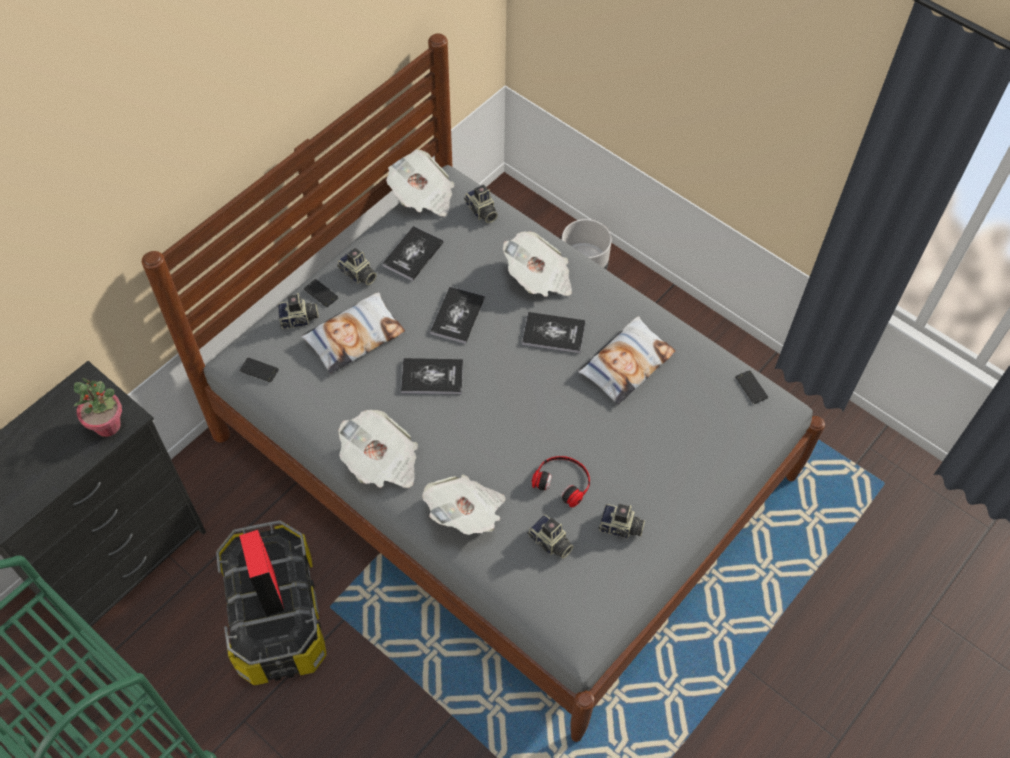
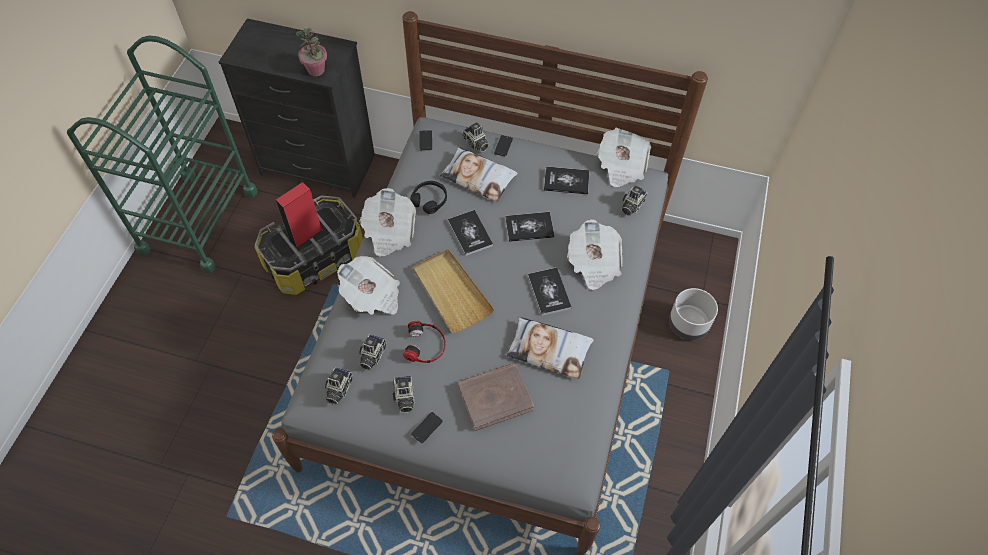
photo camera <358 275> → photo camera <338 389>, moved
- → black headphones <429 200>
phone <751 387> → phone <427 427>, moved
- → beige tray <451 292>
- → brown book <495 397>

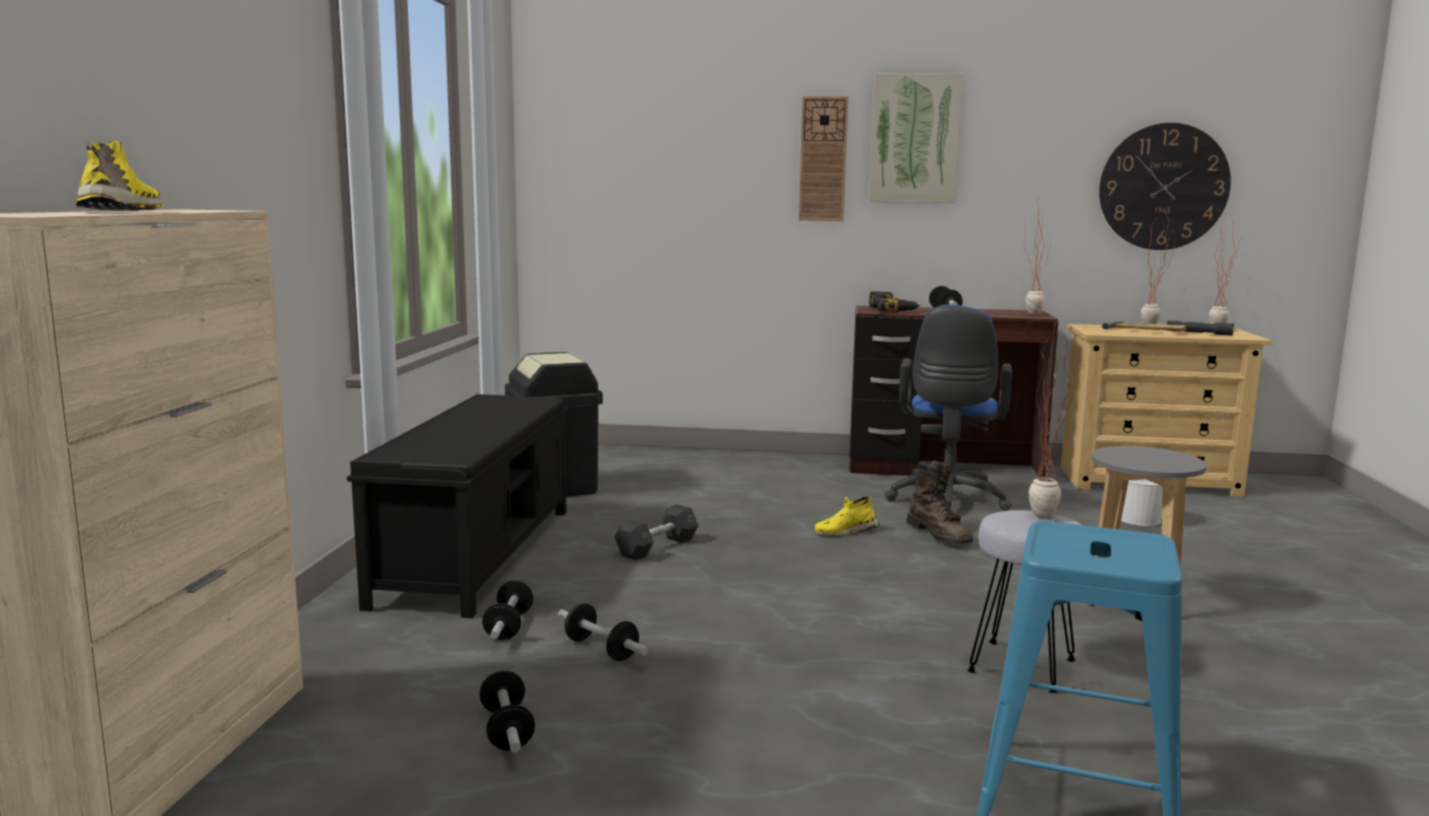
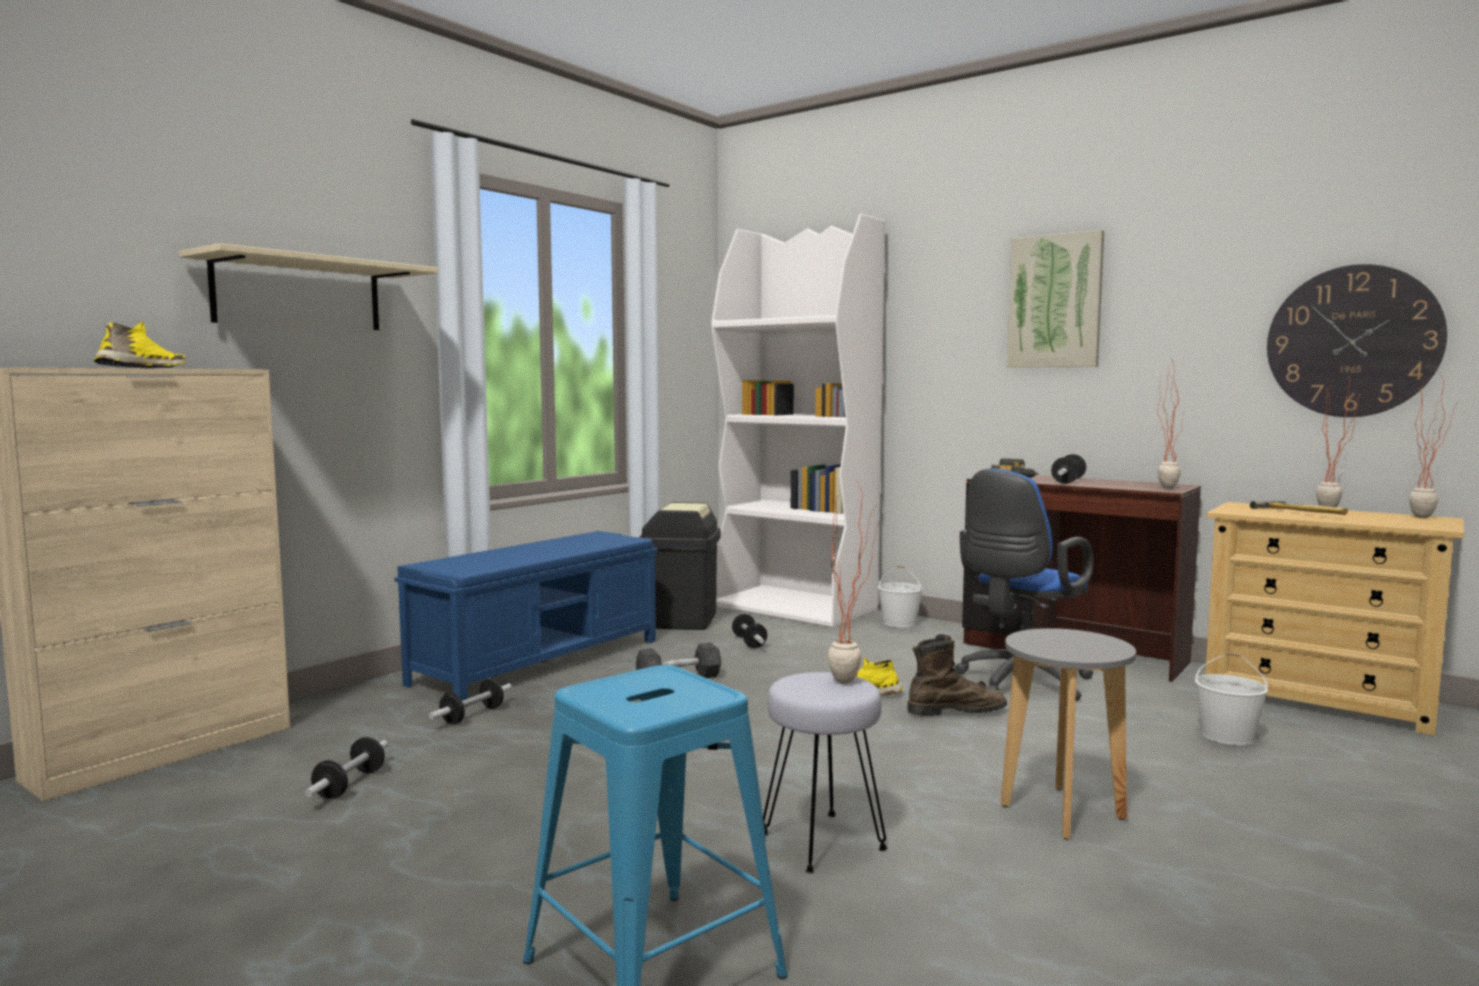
- → beige shelf <298 294>
black bench <477 554> → blue bench <540 661>
- → white bookcase <796 608>
dumbbell <601 649> → dumbbell <749 642>, moved
- → white bucket <900 623>
brown boot <939 535> → brown boot <956 711>, 105 degrees counterclockwise
wall clock <823 159> → -
grey flashlight <1199 333> → -

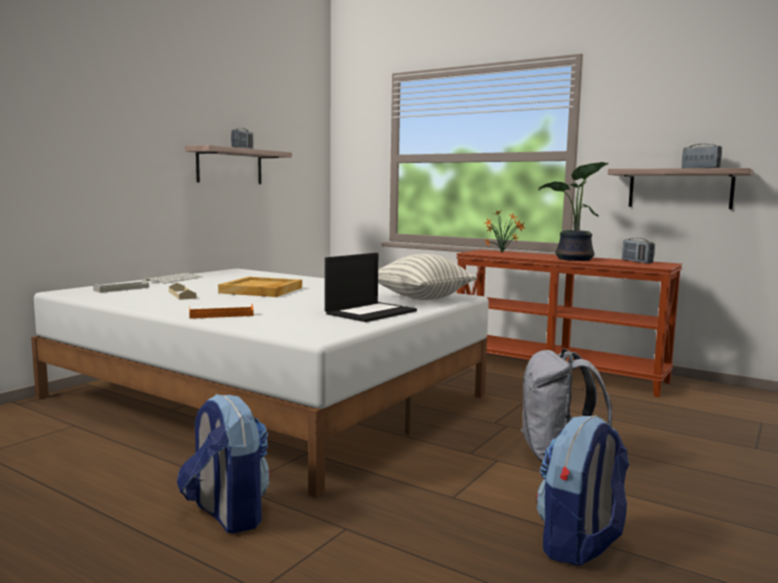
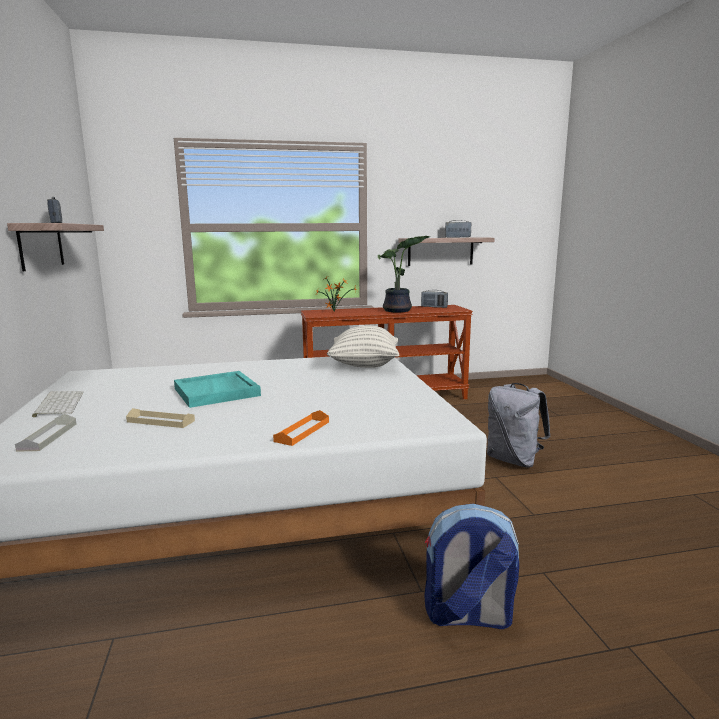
beige tray <261 290> → turquoise tray <217 392>
laptop <371 312> → -
backpack <579 545> → -

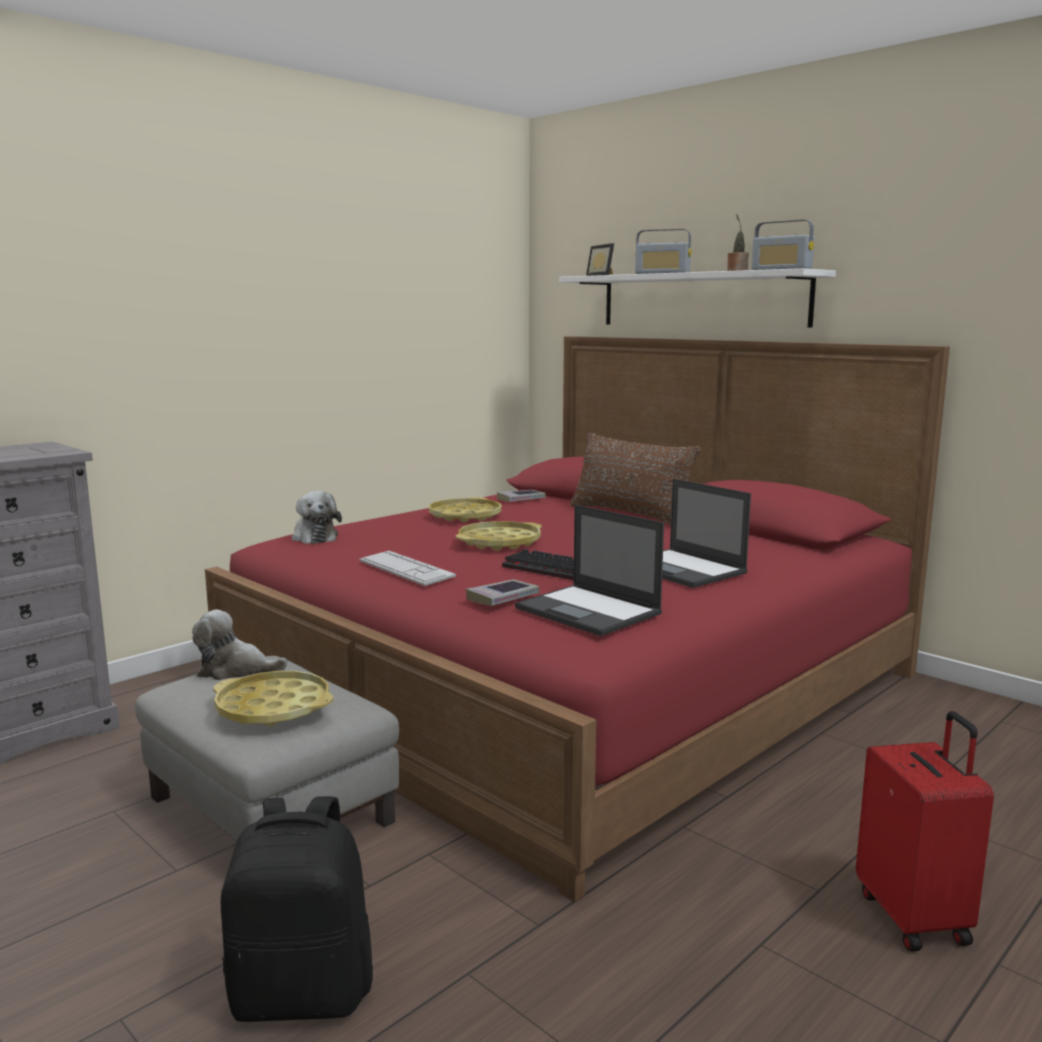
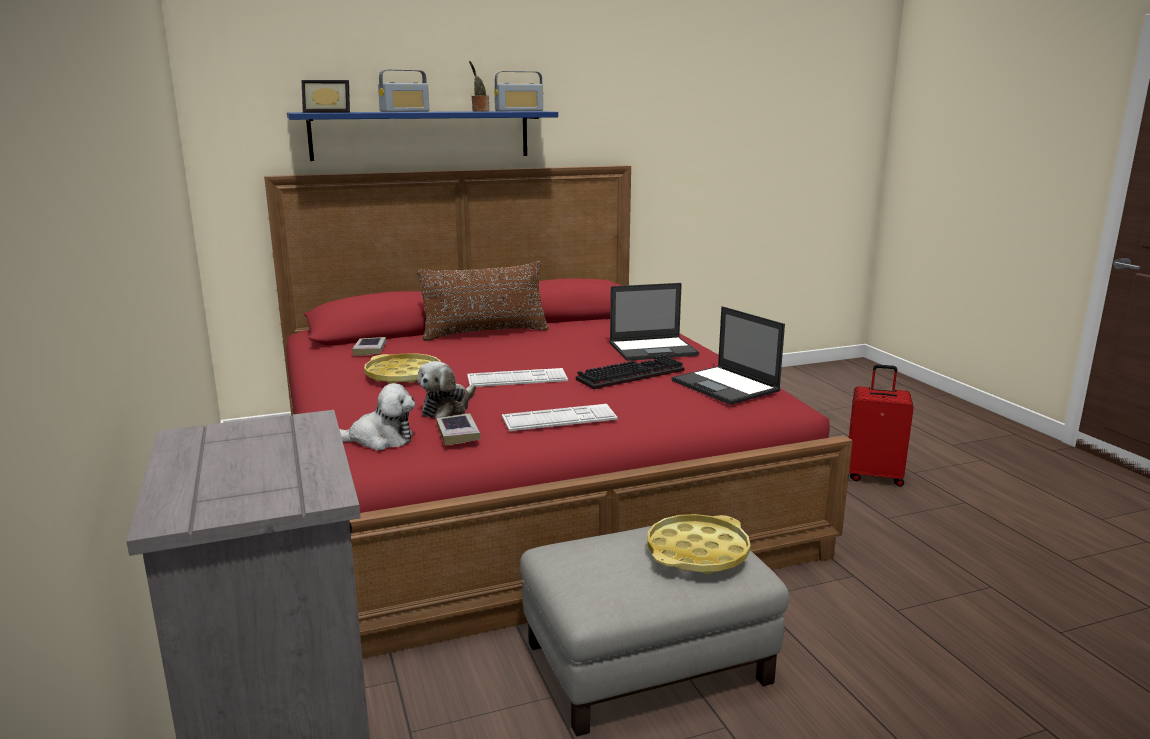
white shelf <701 300> → blue shelf <421 135>
plush toy <235 670> → plush toy <448 408>, moved
book <503 598> → book <458 433>, moved
yellow tray <499 542> → keyboard <517 379>
laptop <589 611> → laptop <726 386>, 75 degrees clockwise
black backpack <303 992> → -

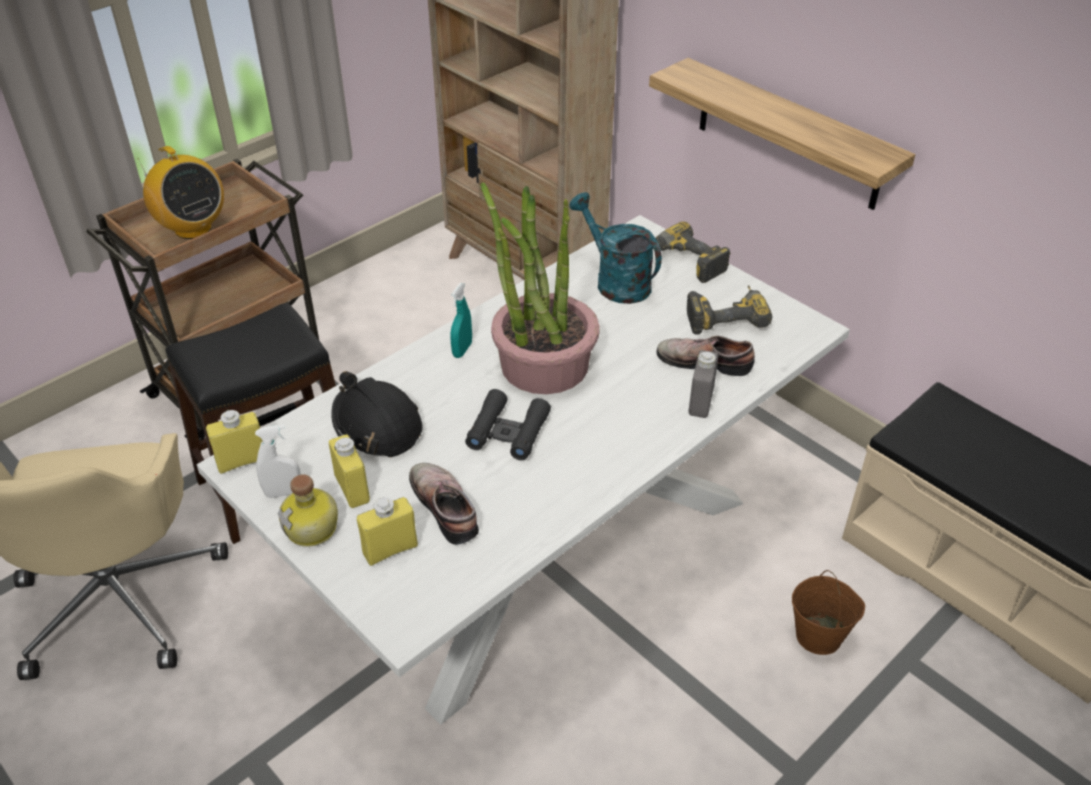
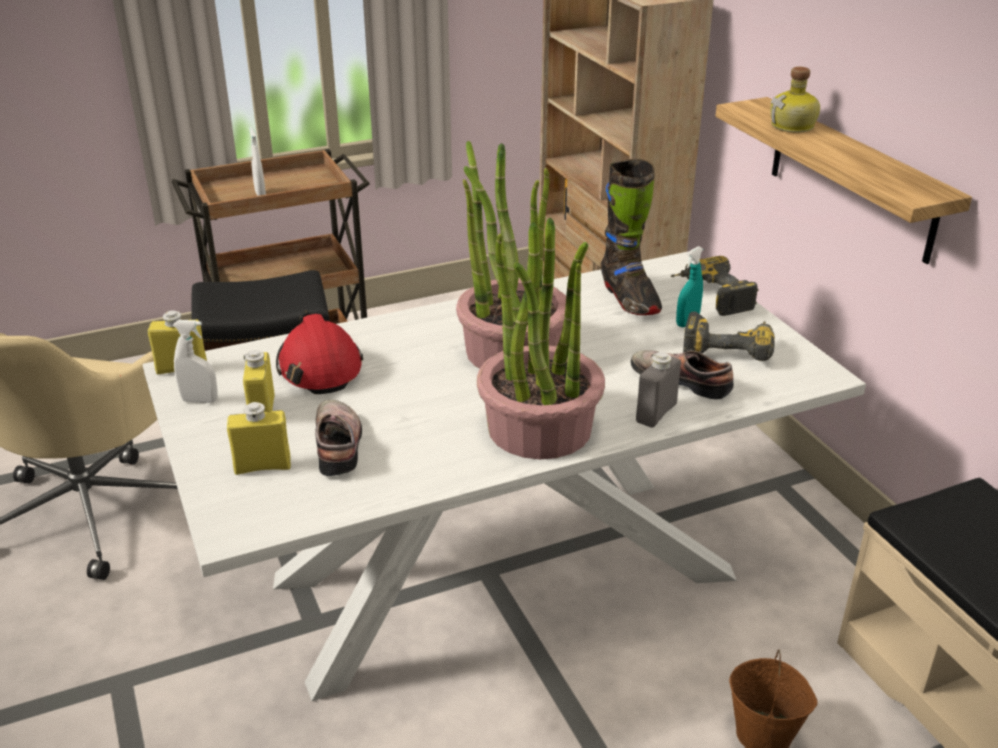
radio <192 228> → white spray bottle <260 194>
black hard hat <377 426> → red hard hat <319 367>
- → potted plant <539 428>
turquoise watering can <616 281> → black boot <629 298>
turquoise spray bottle <462 350> → turquoise spray bottle <687 322>, moved
bottle <313 529> → bottle <793 127>, moved
black binoculars <508 432> → -

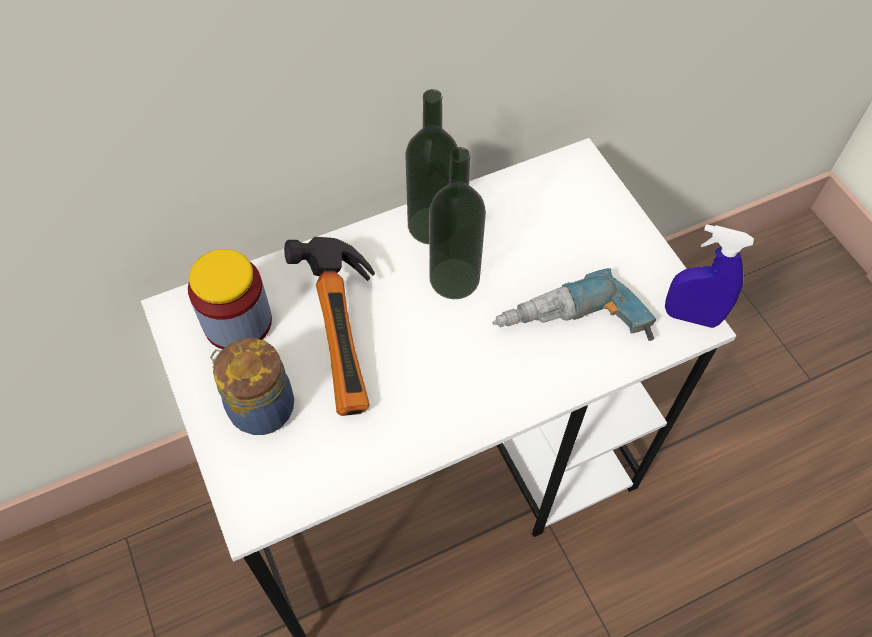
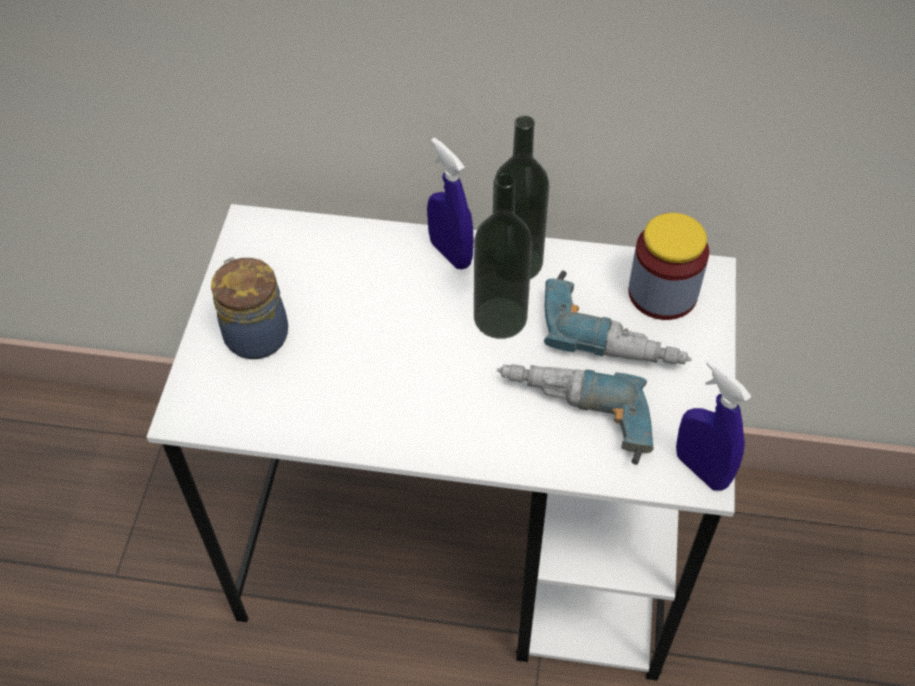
- → blue spray bottle <450 253>
- → power drill <614 330>
jar <237 322> → jar <662 293>, moved
hammer <349 337> → -

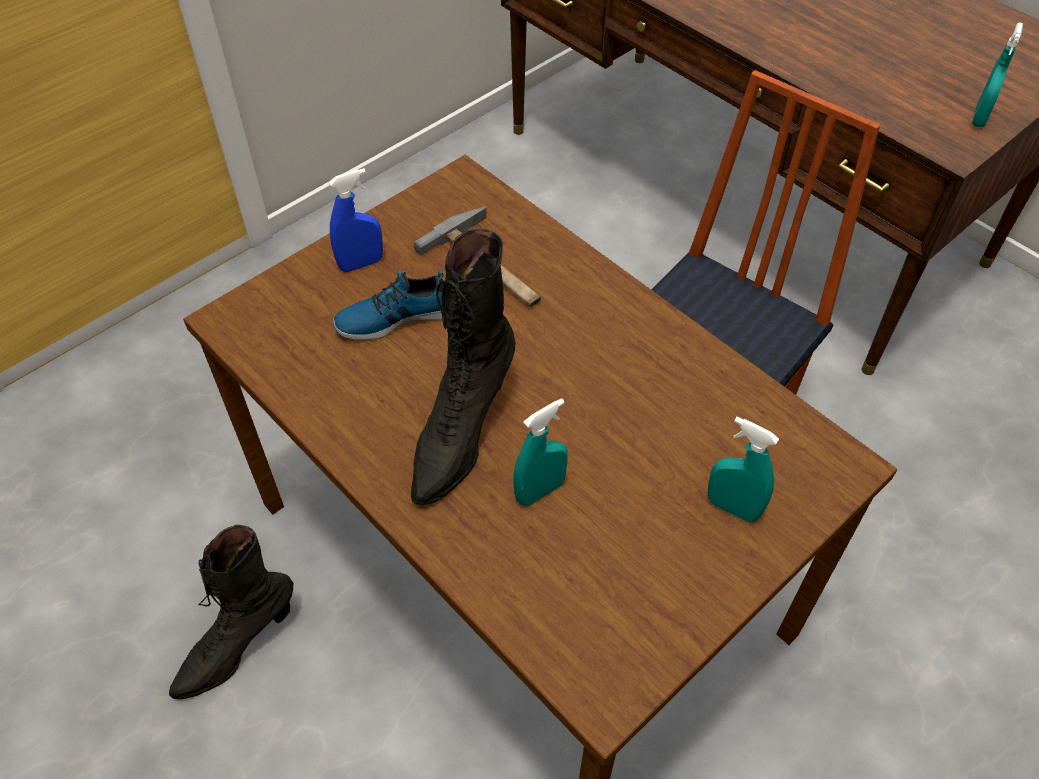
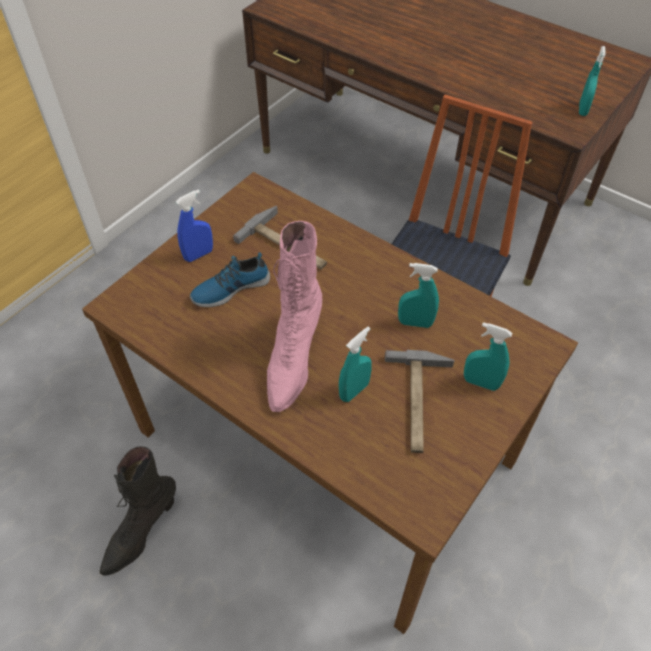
black boot <461 432> → pink boot <293 359>
- → hammer <418 403>
- → turquoise spray bottle <415 323>

